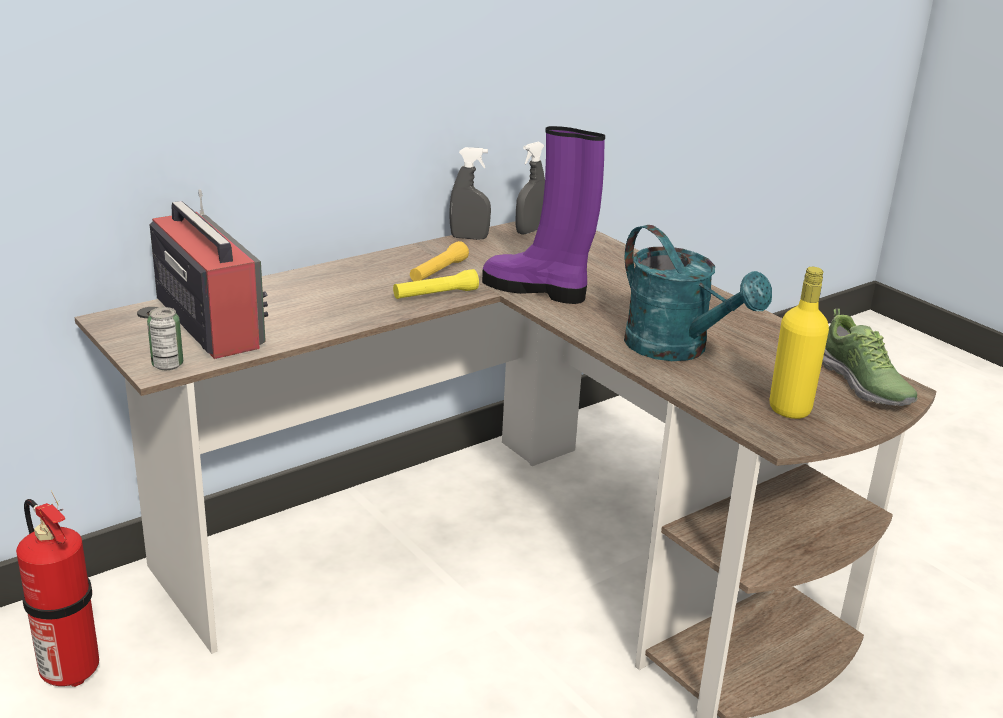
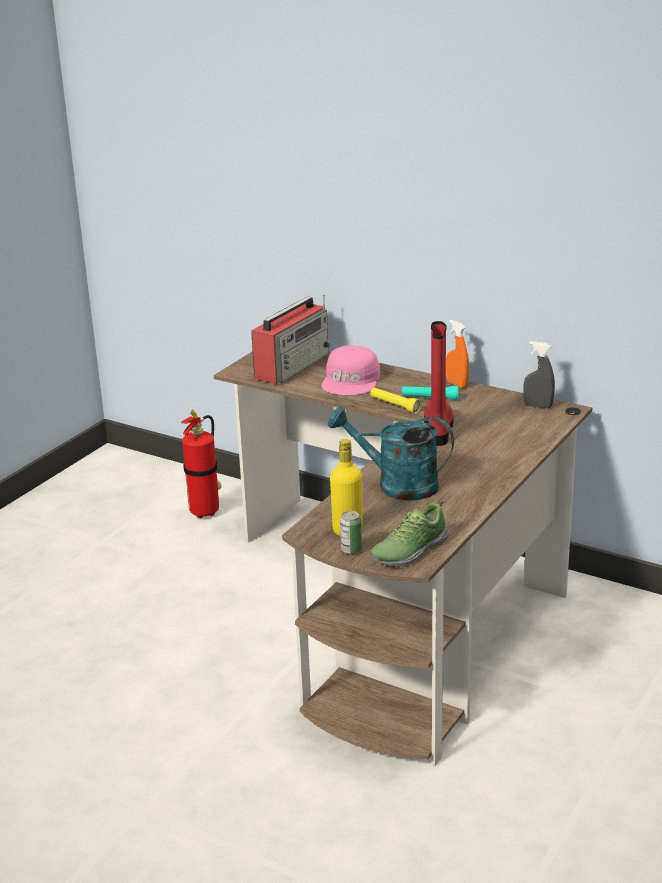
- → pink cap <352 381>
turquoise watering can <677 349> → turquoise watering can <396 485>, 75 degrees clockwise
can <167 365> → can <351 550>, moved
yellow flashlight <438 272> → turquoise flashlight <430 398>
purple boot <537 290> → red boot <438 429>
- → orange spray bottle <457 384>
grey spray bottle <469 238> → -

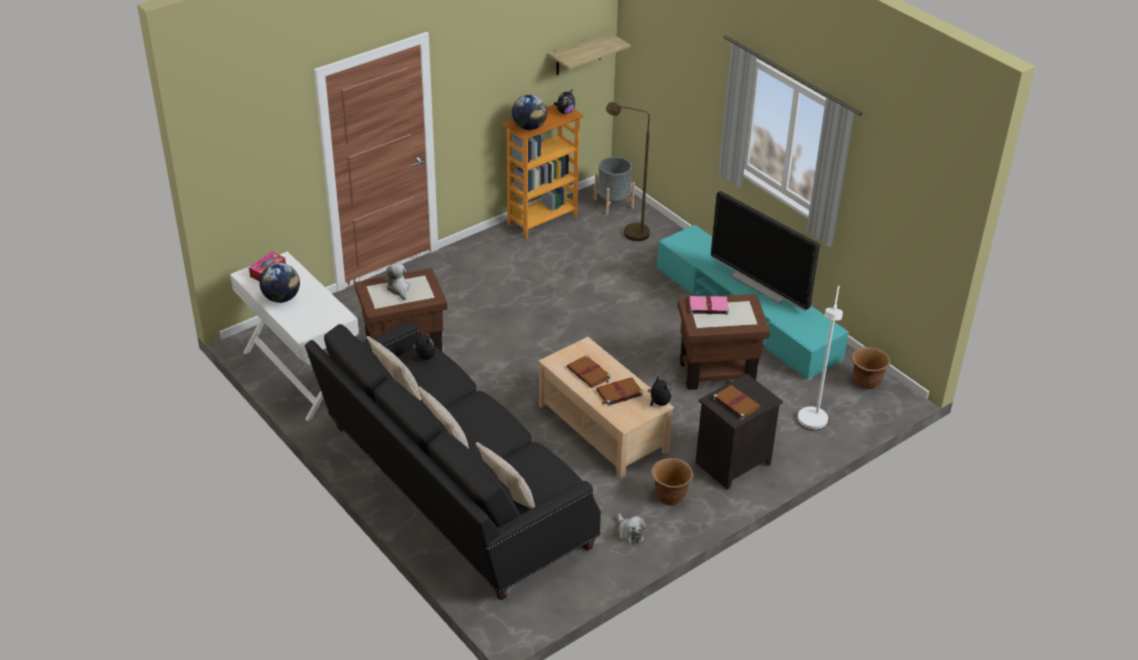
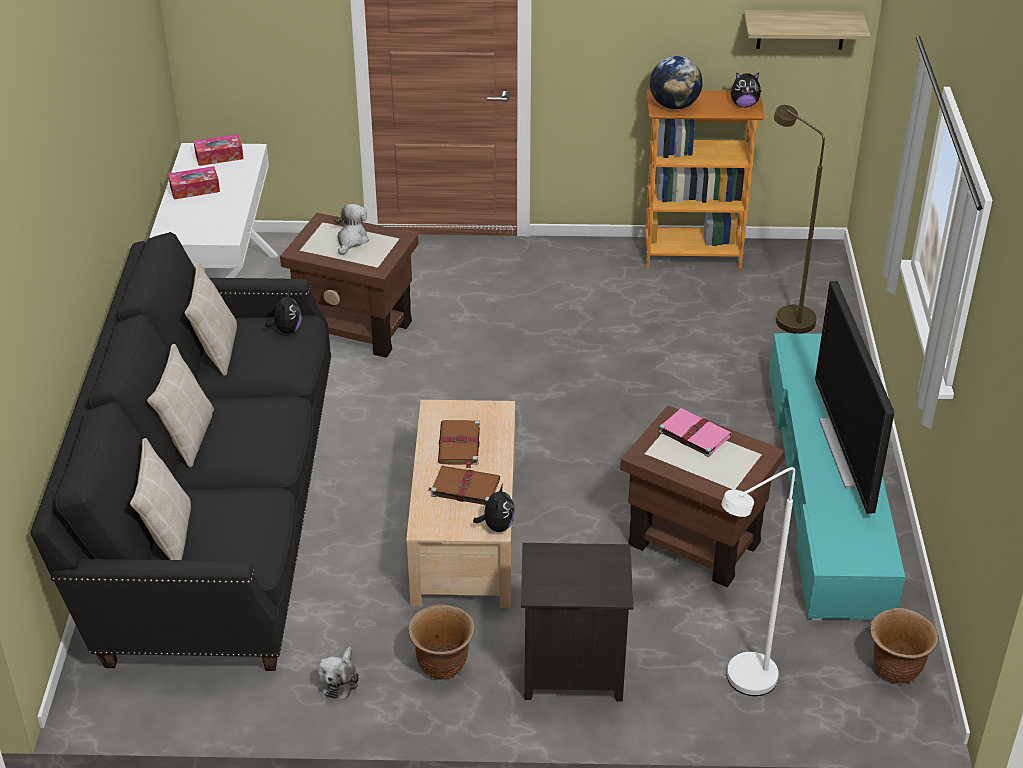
globe <281 298> → tissue box <195 189>
grey planter <613 203> → -
brown book <736 403> → -

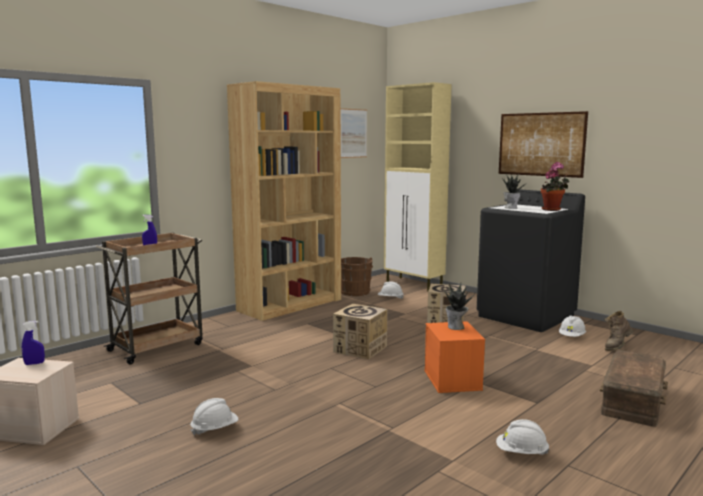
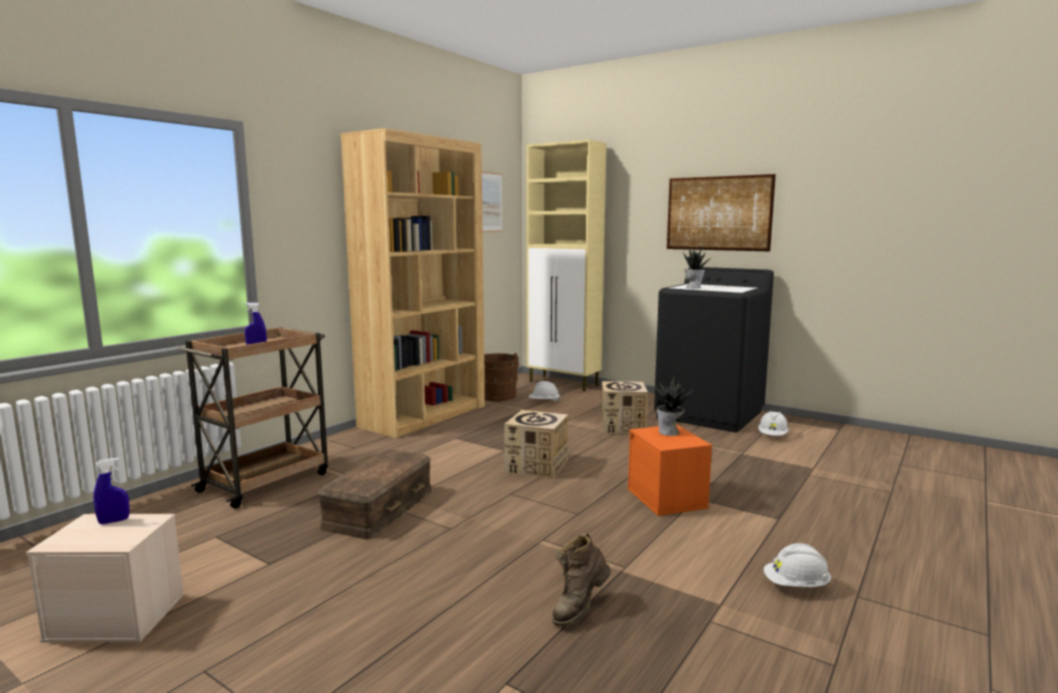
brown storage box <631 400> → brown storage box <378 508>, moved
brown boot <616 347> → brown boot <579 608>, moved
white hard hat <215 429> → -
potted plant <552 210> → -

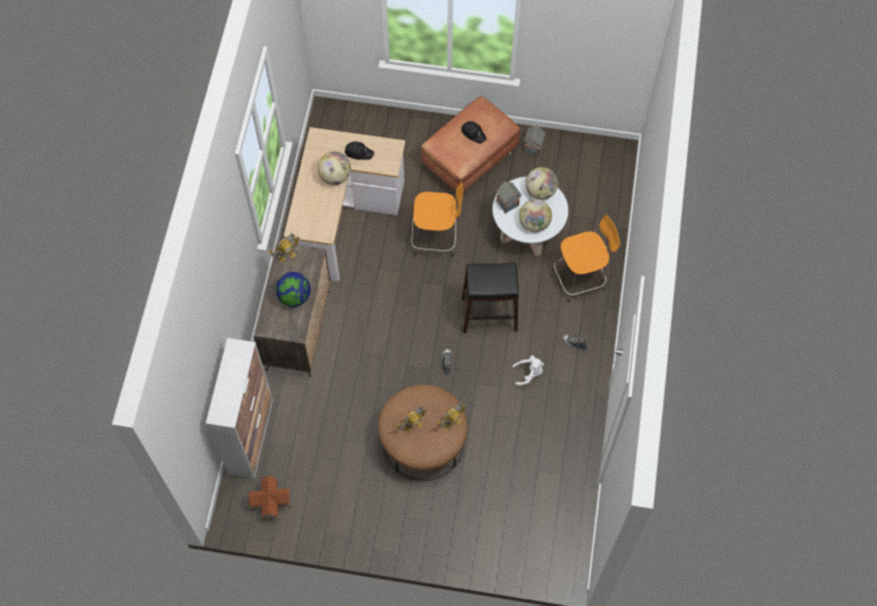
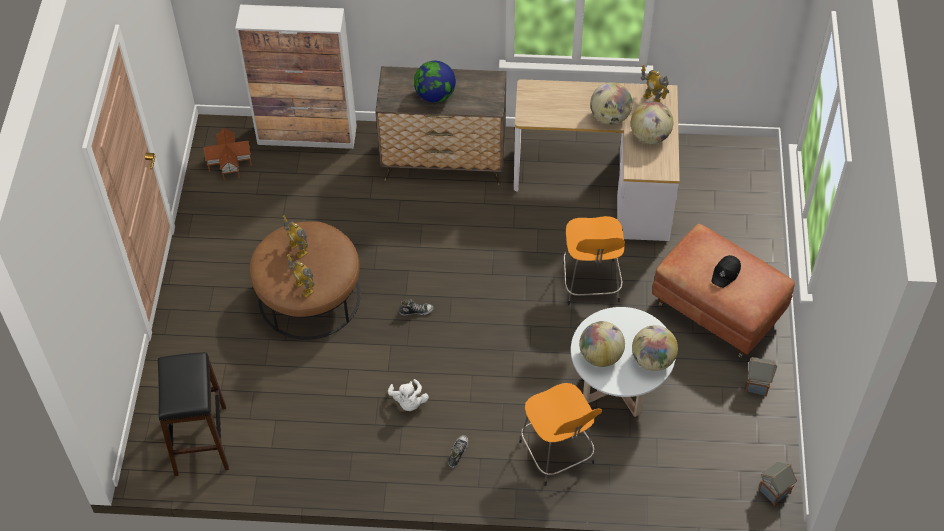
black stool <489 314> → black stool <200 440>, moved
black cap <359 152> → globe <650 136>
toy robot <286 256> → toy robot <652 100>, moved
toy house <508 204> → toy house <774 492>, moved

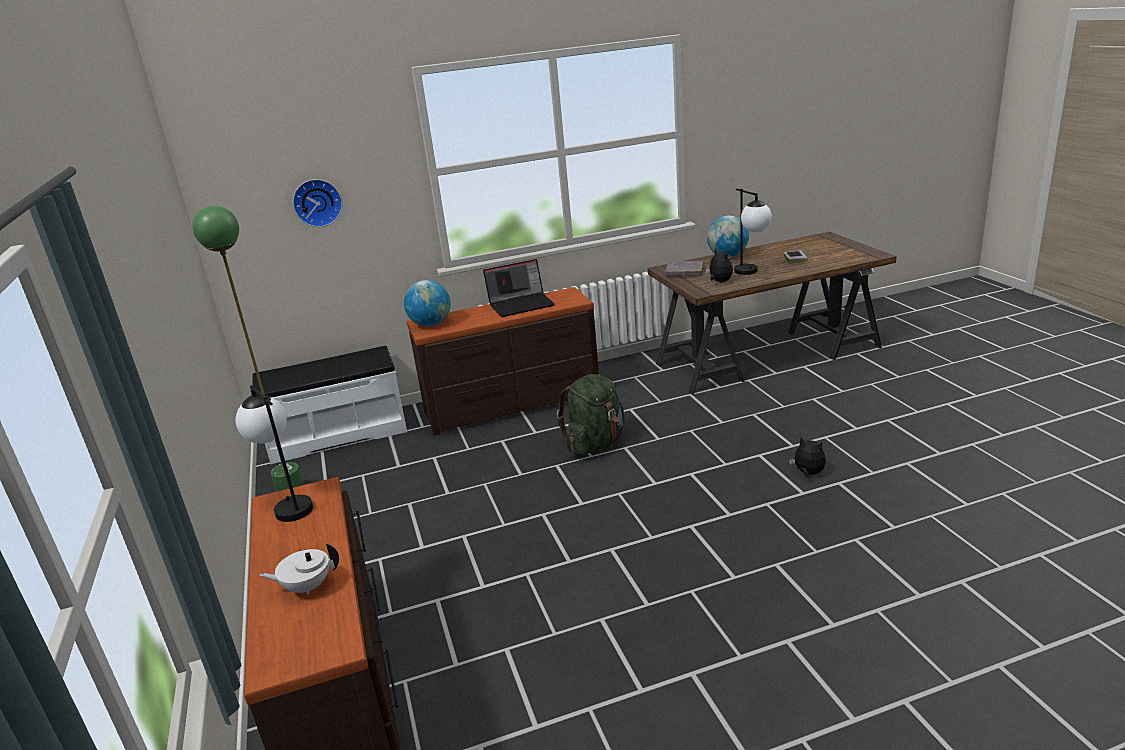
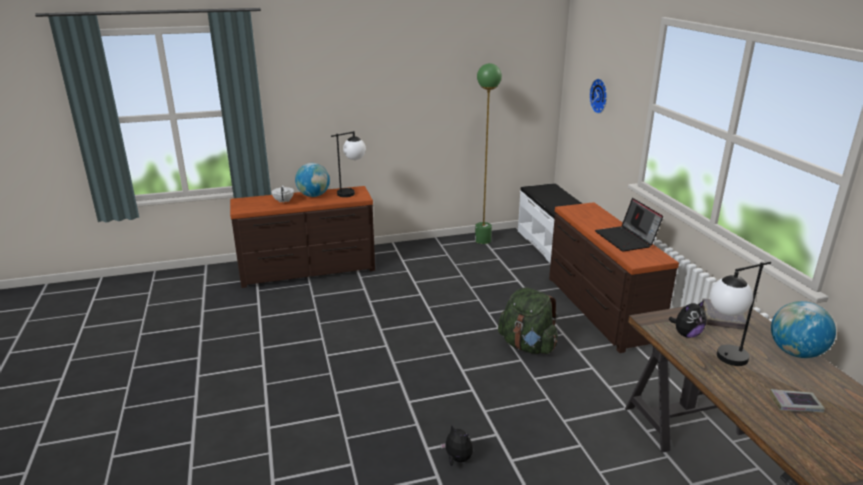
globe <431 324> → globe <314 195>, moved
plush toy <808 473> → plush toy <457 459>, 90 degrees counterclockwise

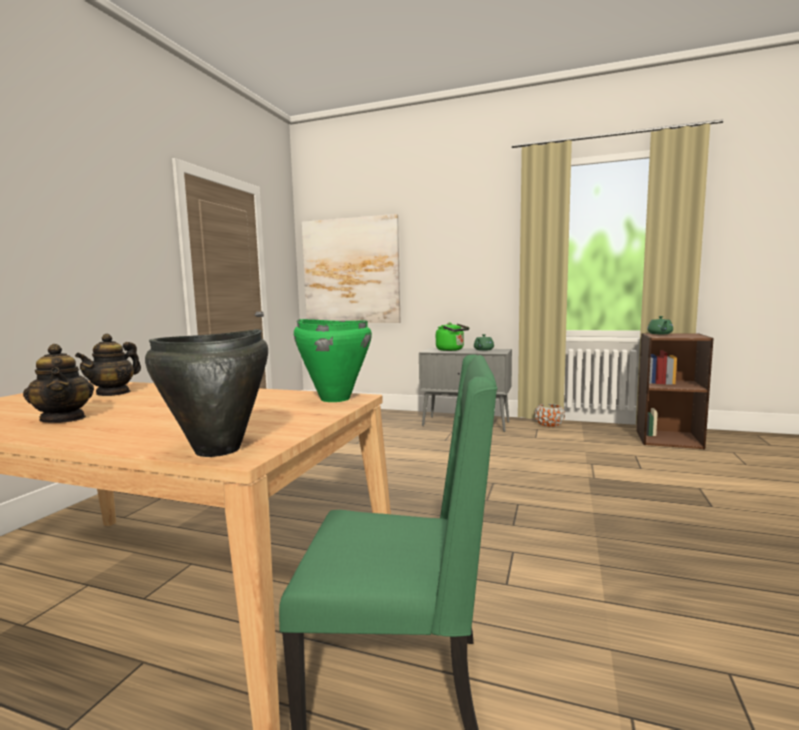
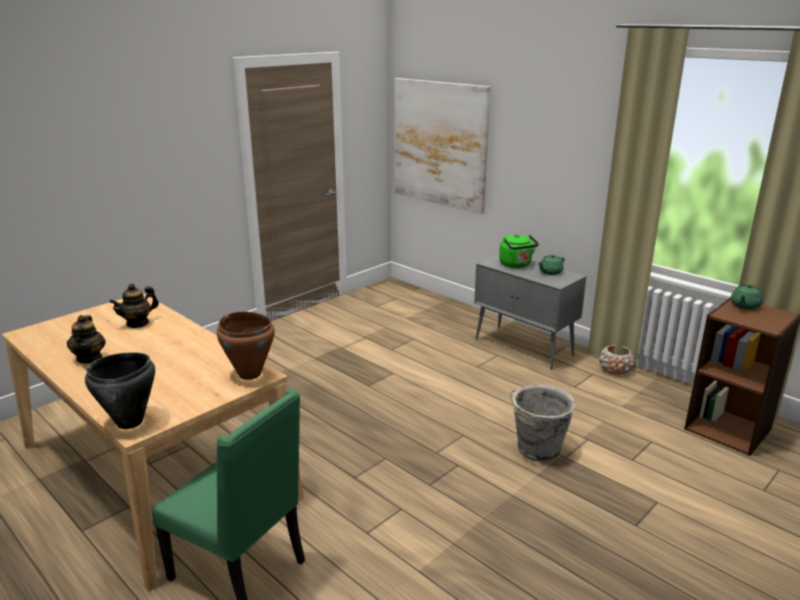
green cooking pot <335 399> → brown cooking pot <250 374>
- → grey bucket <537 450>

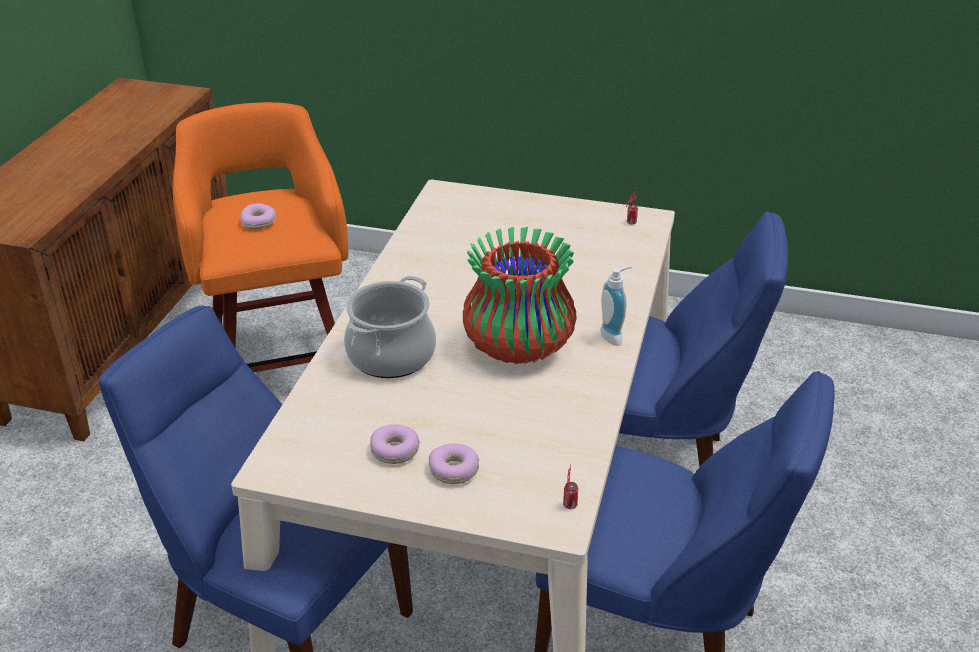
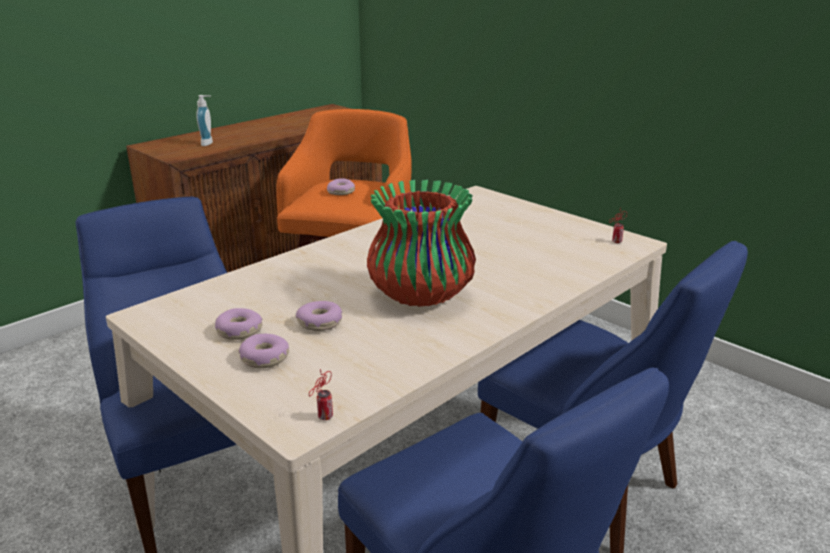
soap dispenser <614 336> → soap dispenser <209 143>, moved
- → donut <320 323>
cooking pot <391 355> → -

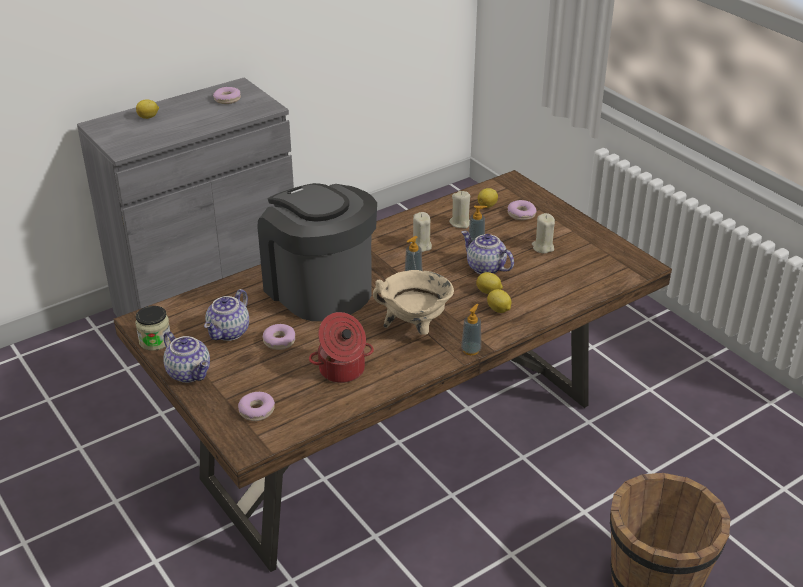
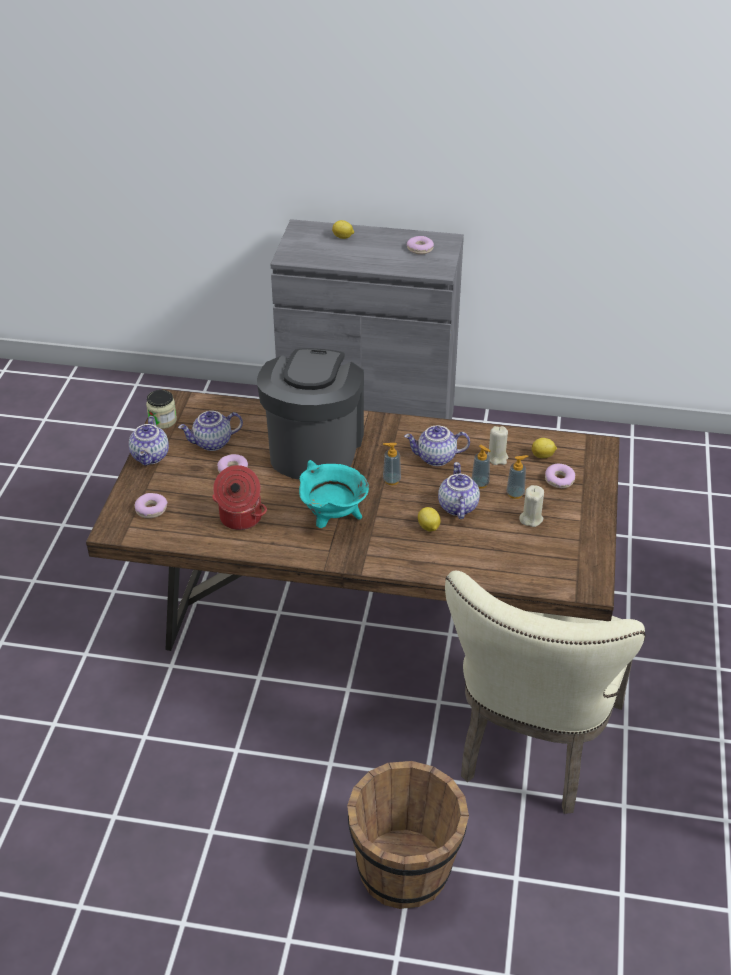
beige cooking pot <415 328> → turquoise cooking pot <333 520>
beige candle <420 246> → teapot <436 458>
- → beige chair <533 748>
soap dispenser <471 350> → soap dispenser <515 494>, moved
lemon <499 310> → -

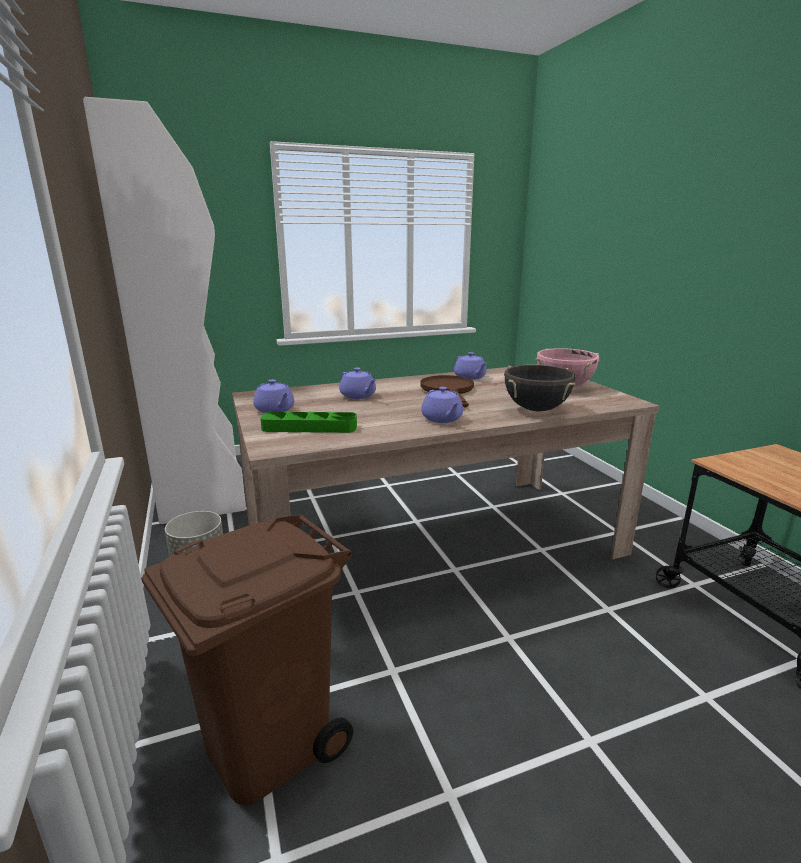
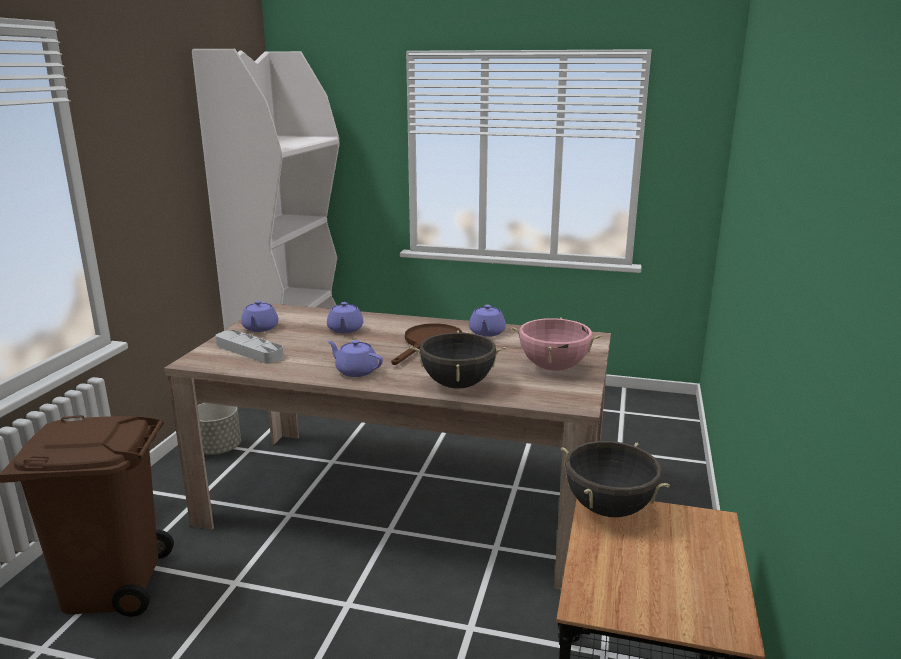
green tray <309 427> → grey tray <249 351>
purple teapot <442 419> → purple teapot <356 371>, 105 degrees clockwise
- → black cooking pot <608 508>

